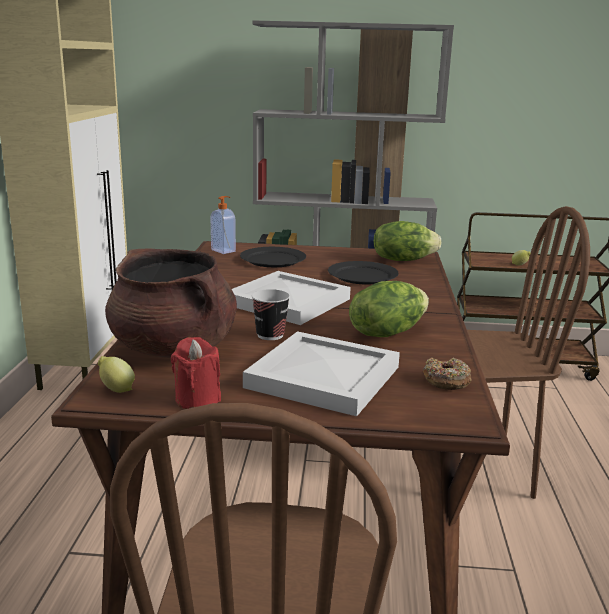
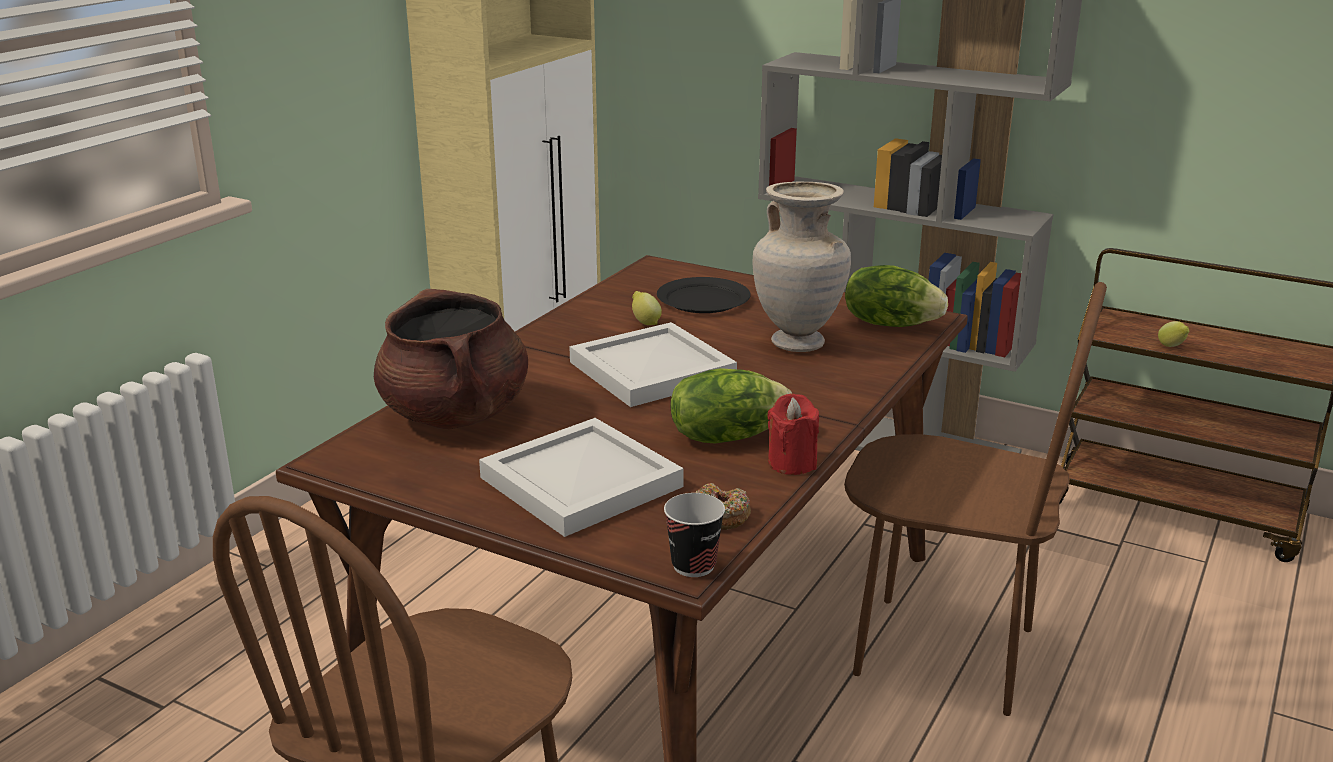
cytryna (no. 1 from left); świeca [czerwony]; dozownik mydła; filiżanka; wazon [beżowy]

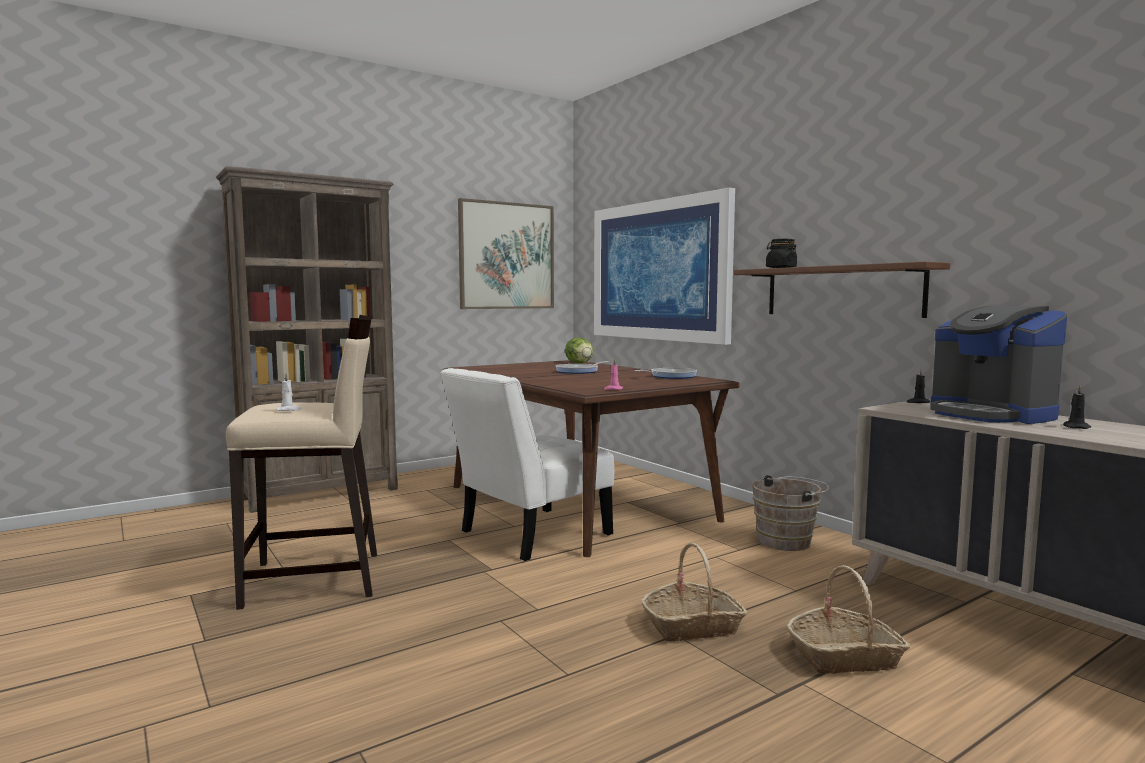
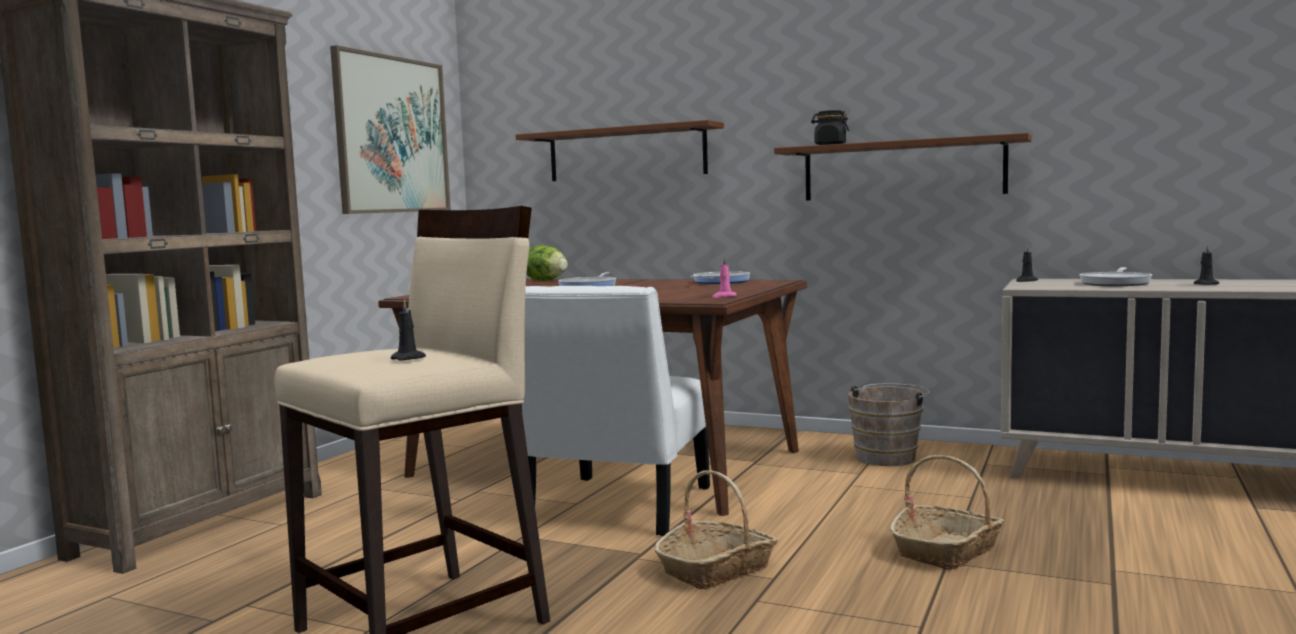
świeca [czarny] (no. 1 from left); półka [brązowy] (no. 1 from left); koszyk (no. 1 from left); patelnia (no. 3 from left)

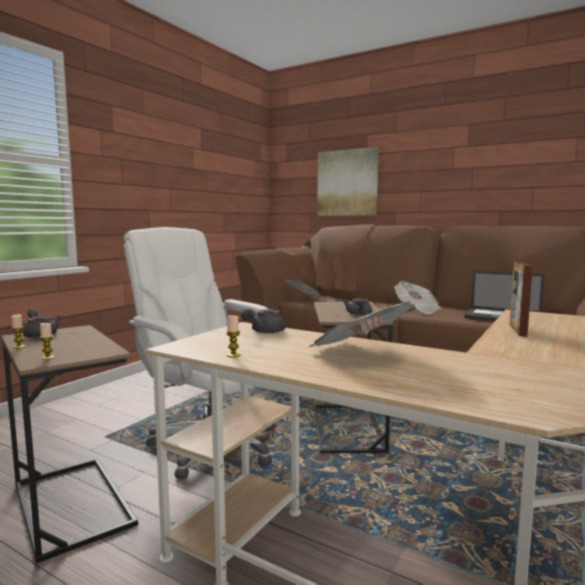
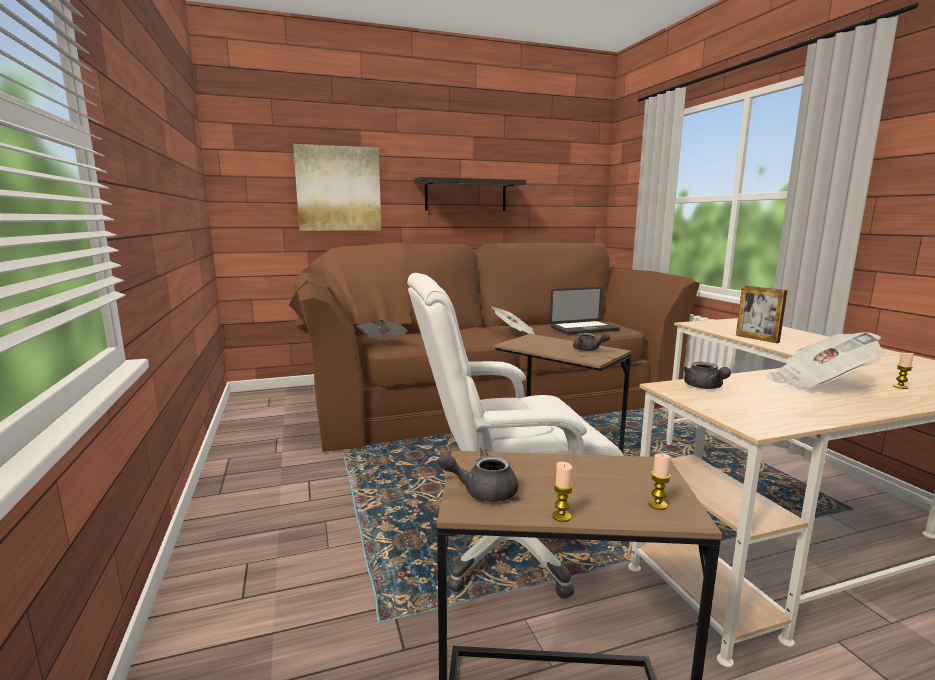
świeca (no. 3 from left); półka

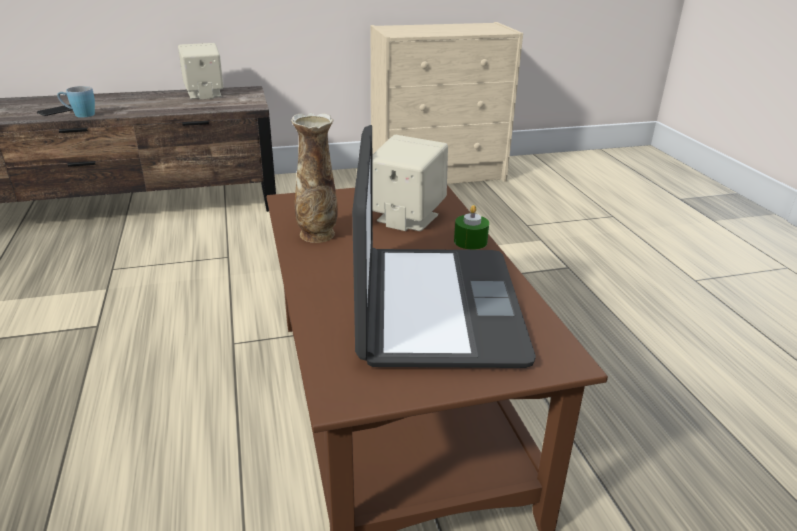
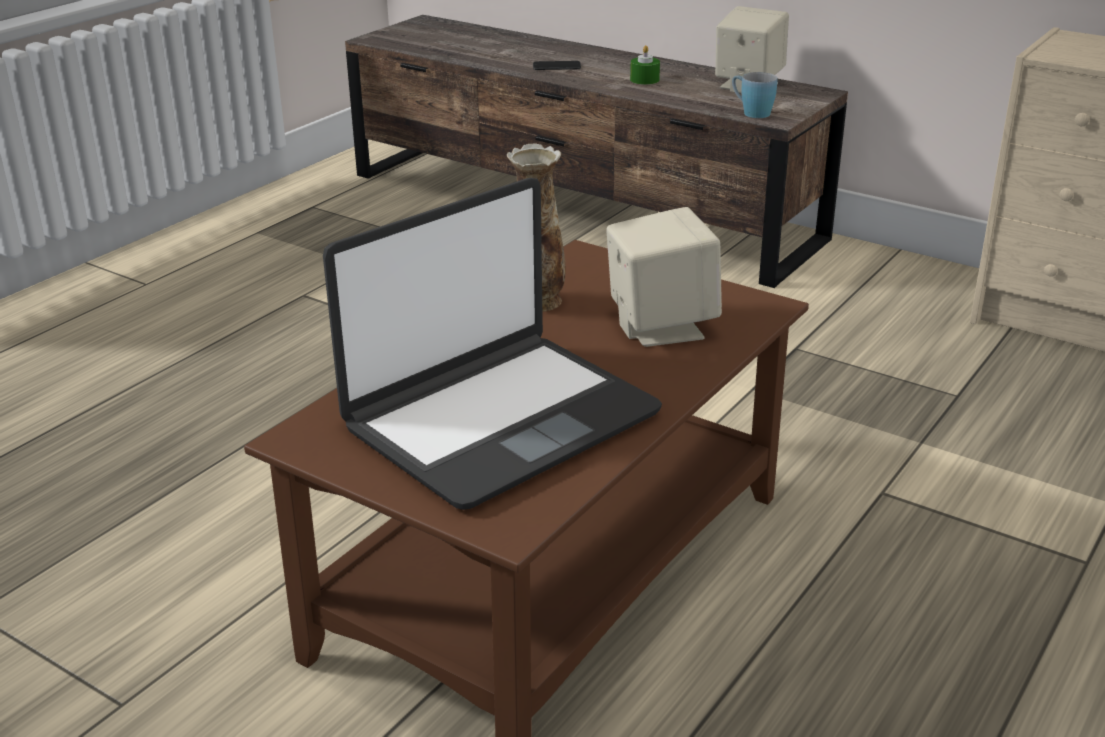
kubek [niebieski]; świeca [zielony]

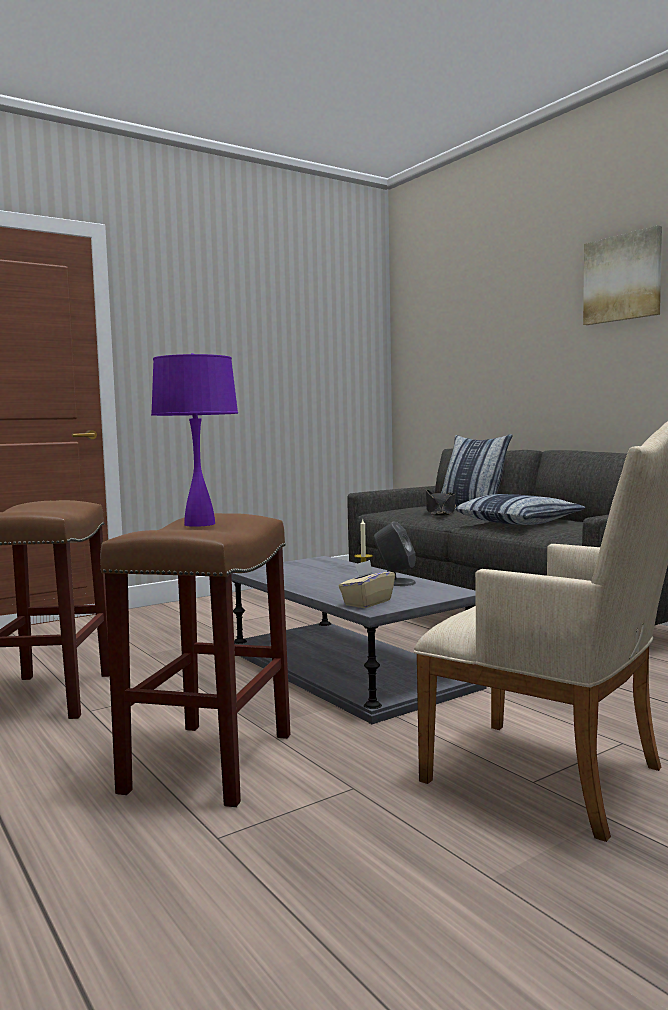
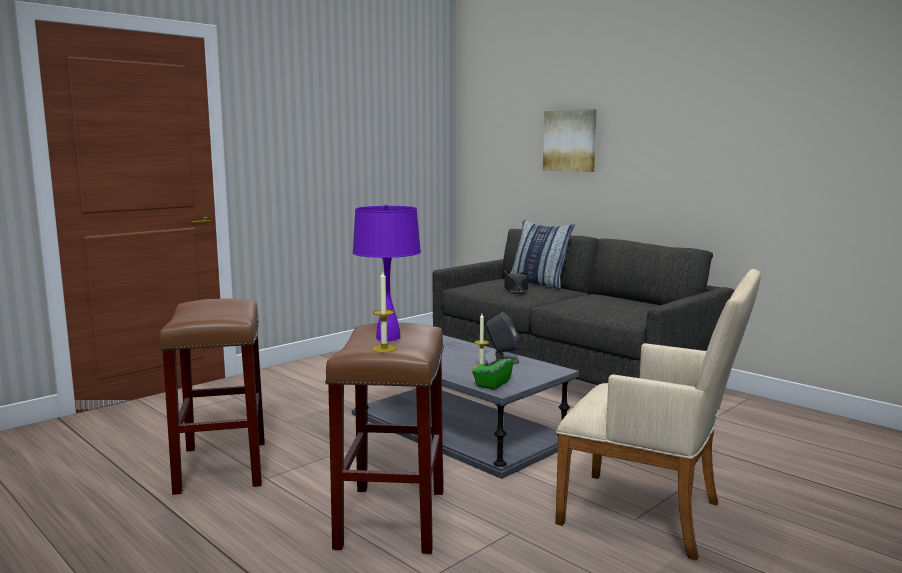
pudełko chusteczek [zielony]; poduszka (no. 2 from left in the first image); obraz; świeca (no. 1 from left)

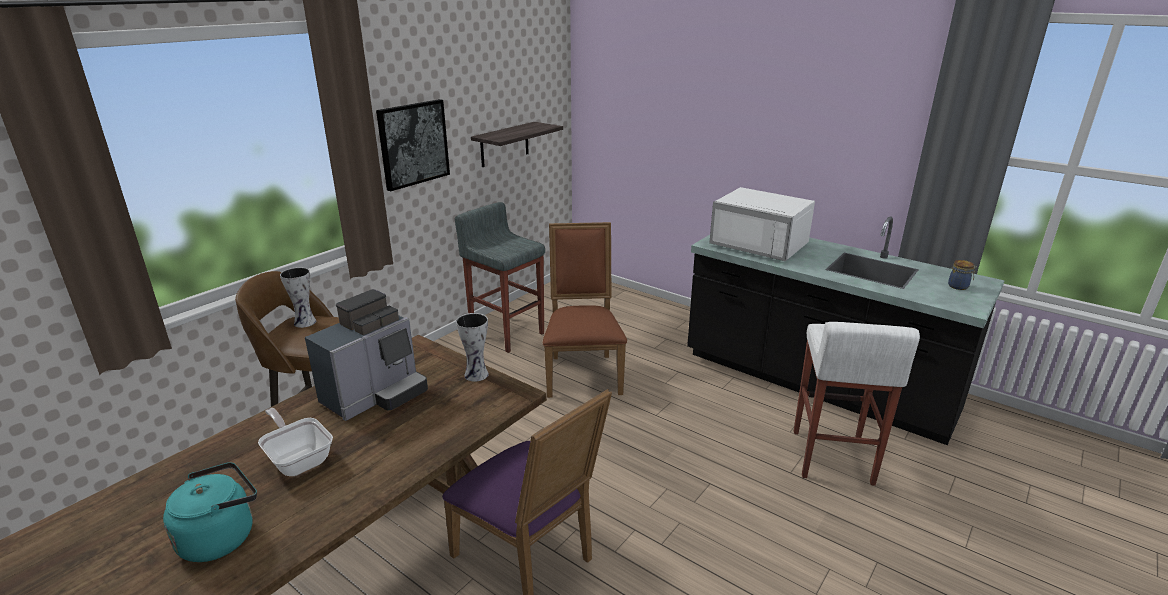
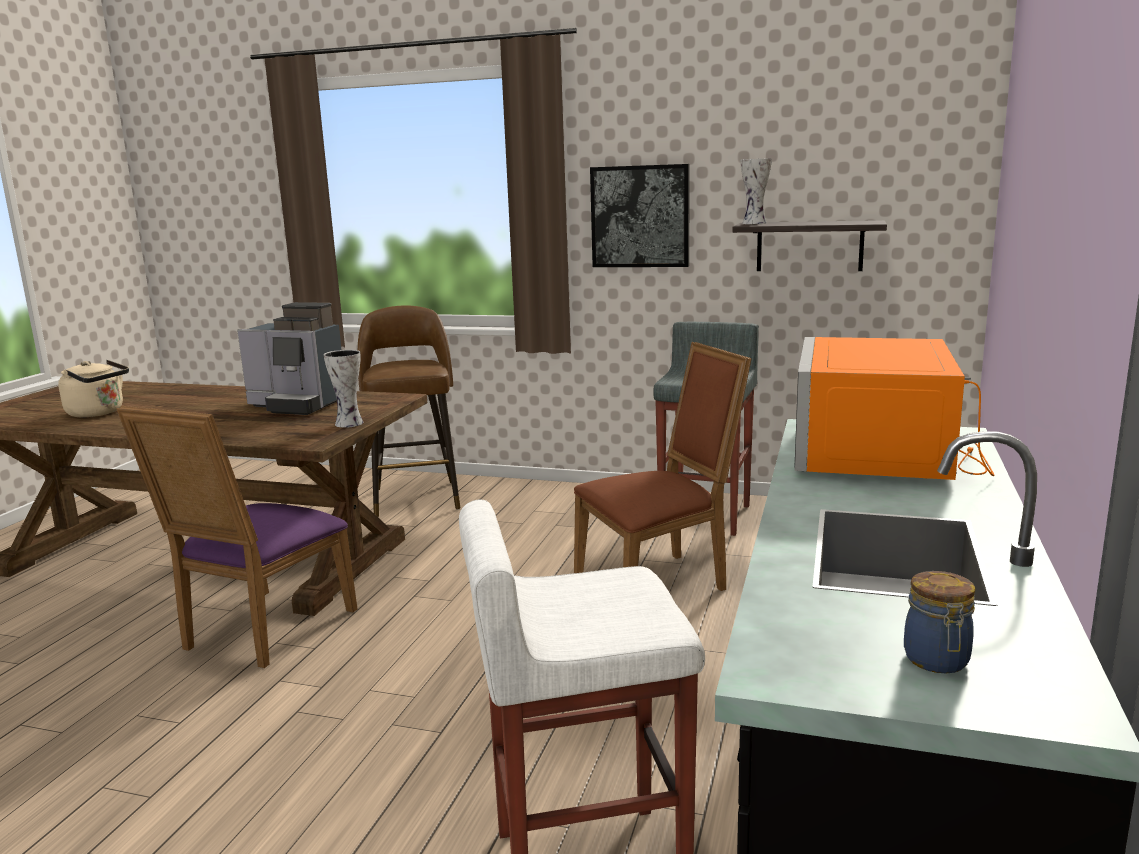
czajnik [beżowy]; patelnia; wazon (no. 2 from left); mikrofalówka [pomarańczowy]

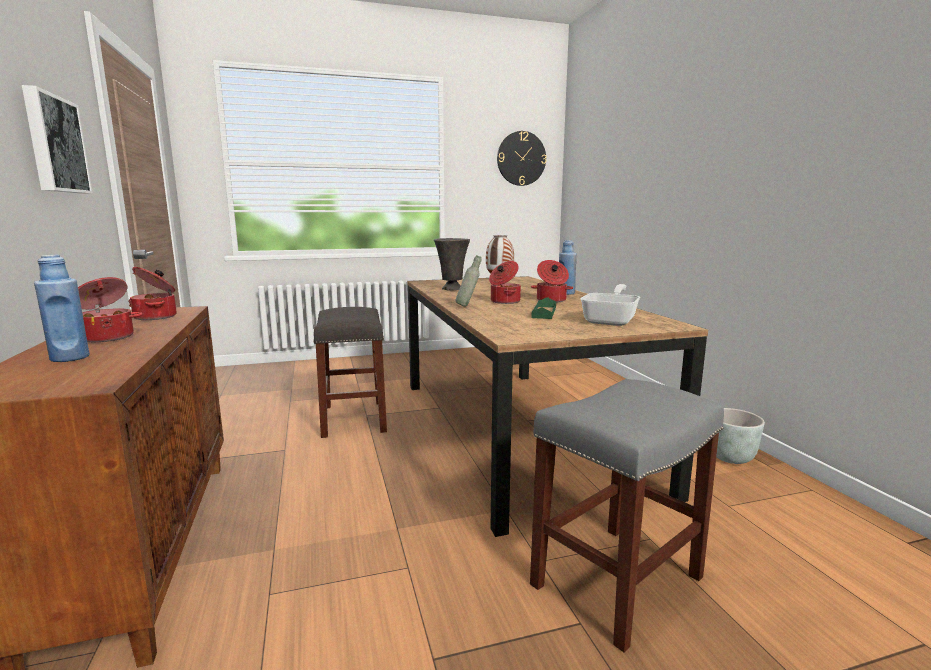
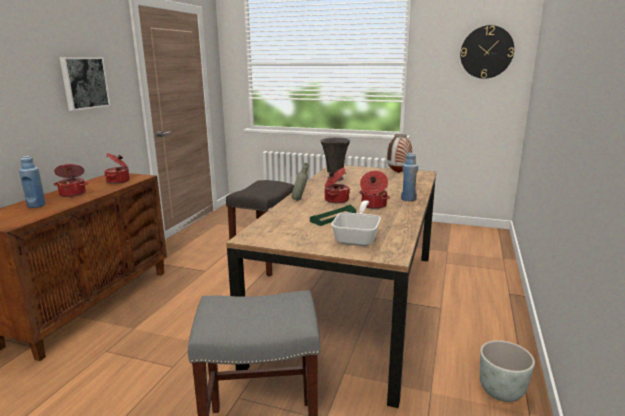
patelnia

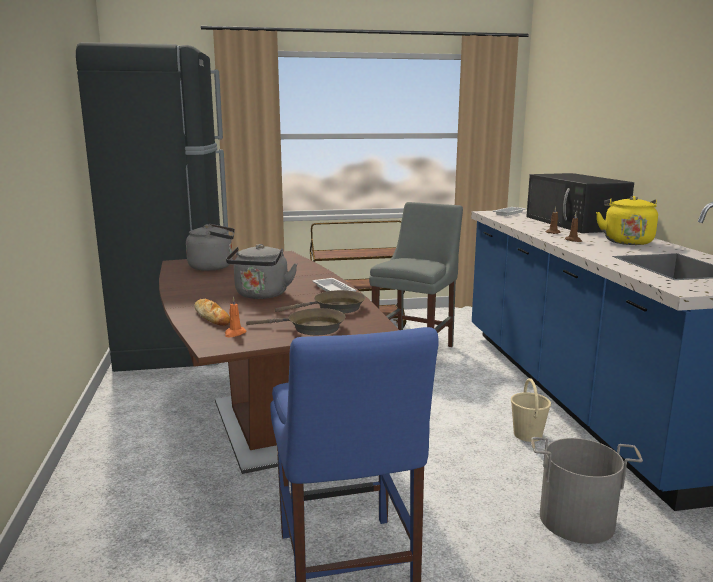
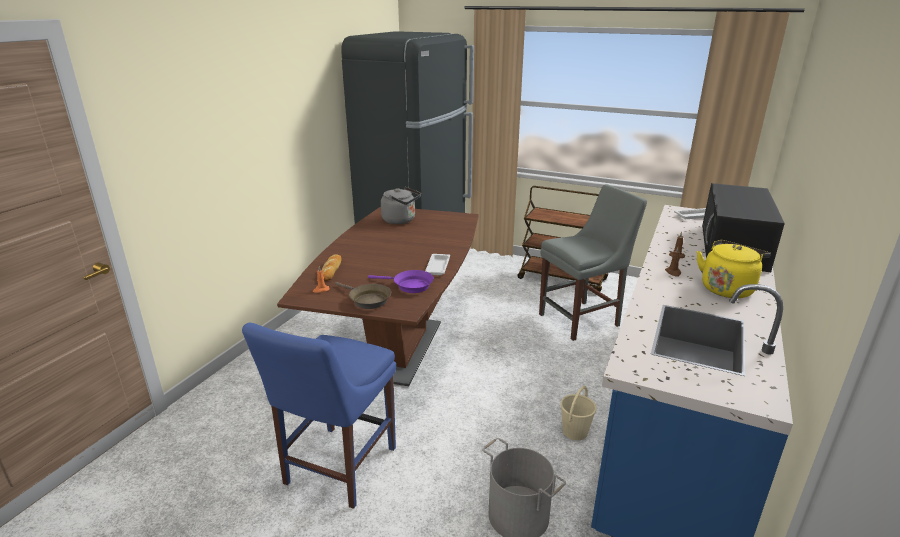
czajnik [szary] (no. 2 from left in the first image); patelnia [fioletowy]

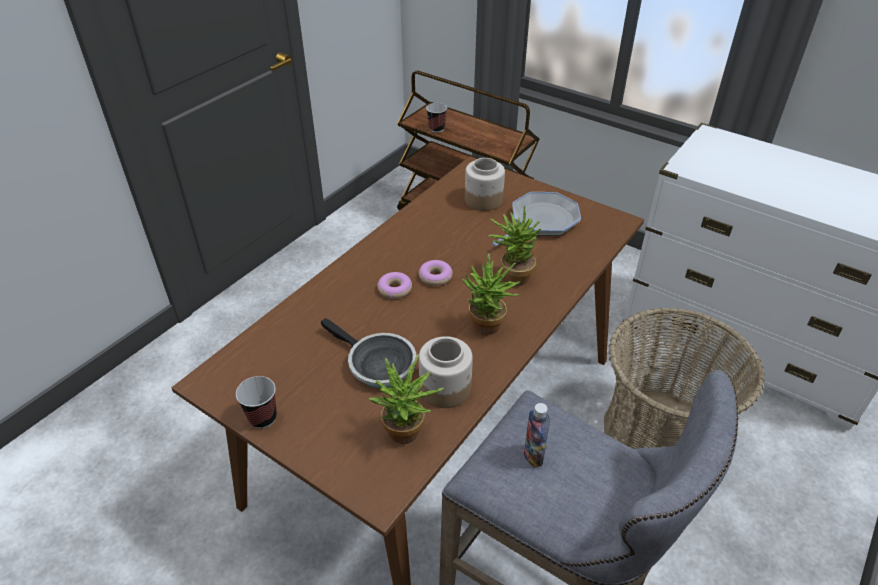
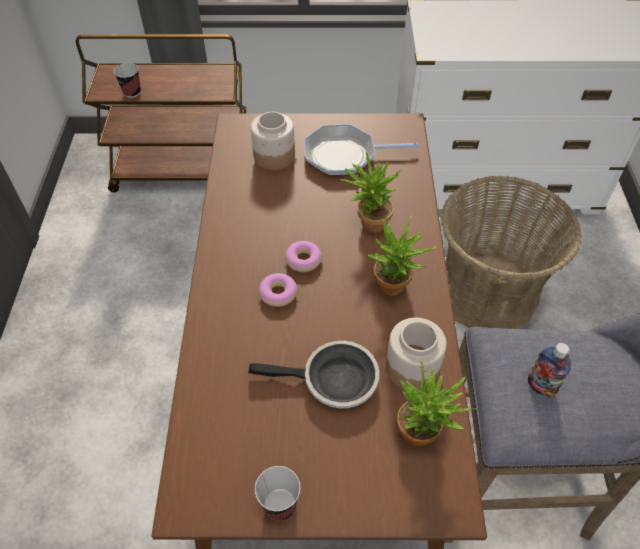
patelnia (no. 2 from left)

